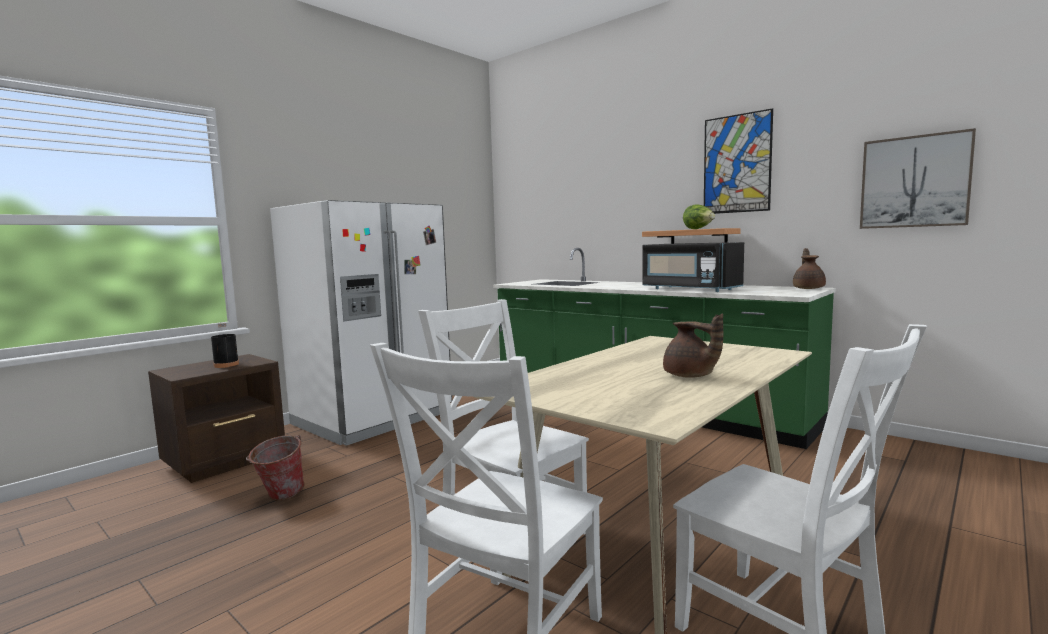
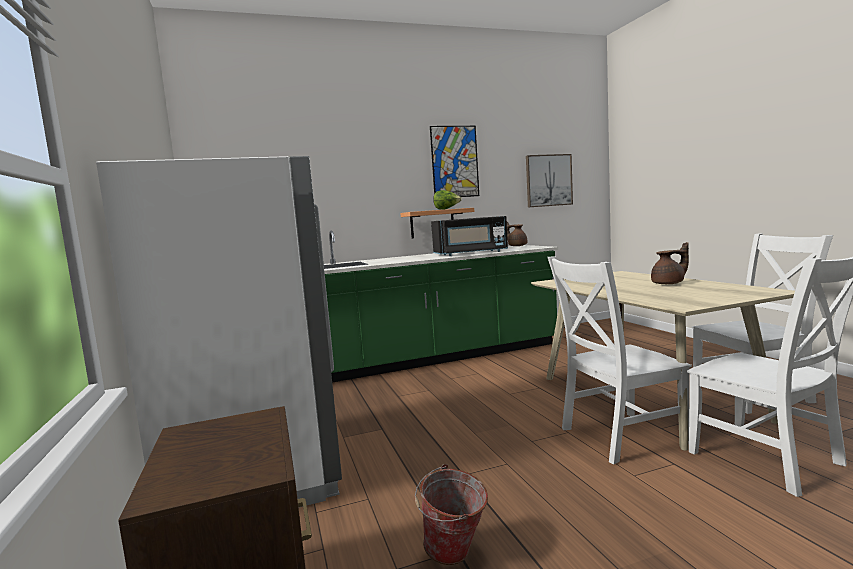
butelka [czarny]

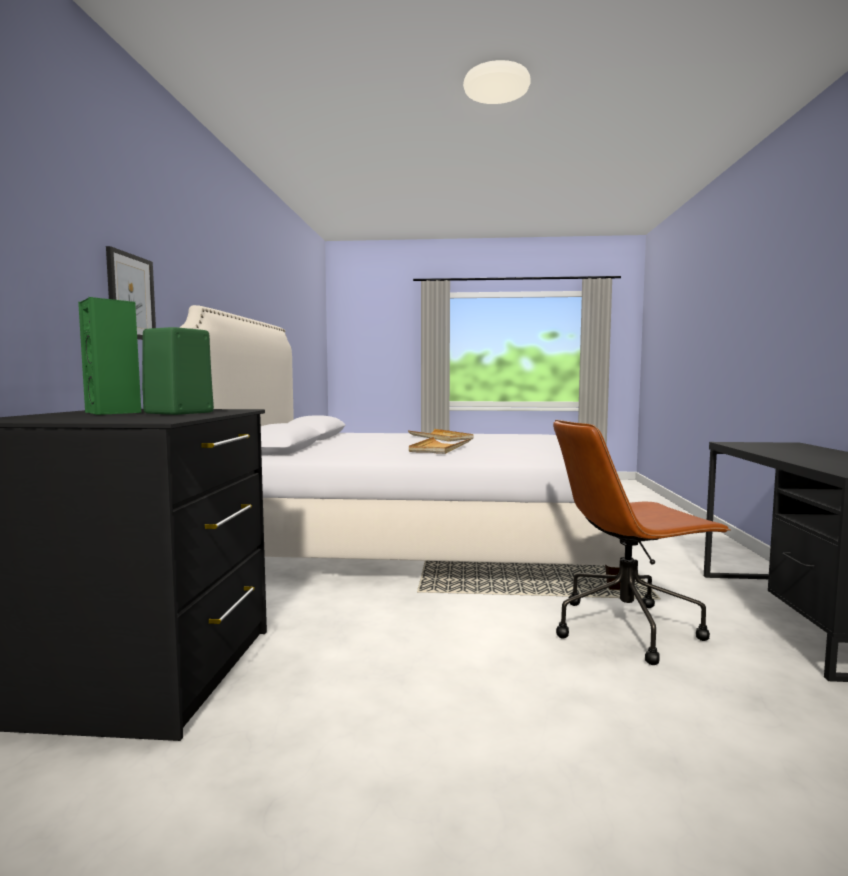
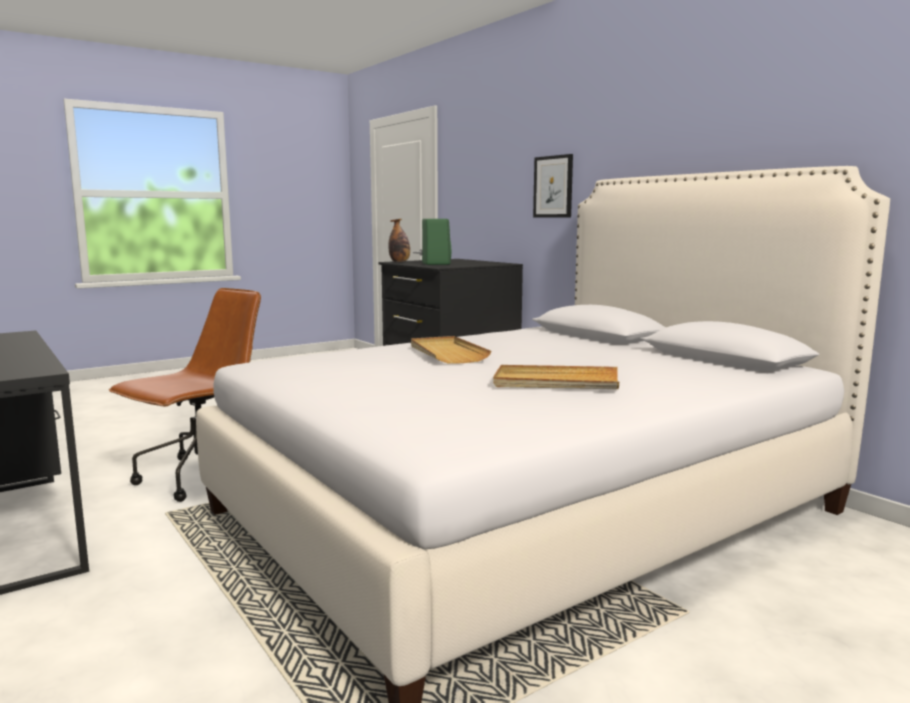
głośnik [zielony] (no. 1 from left in the first image); butelka

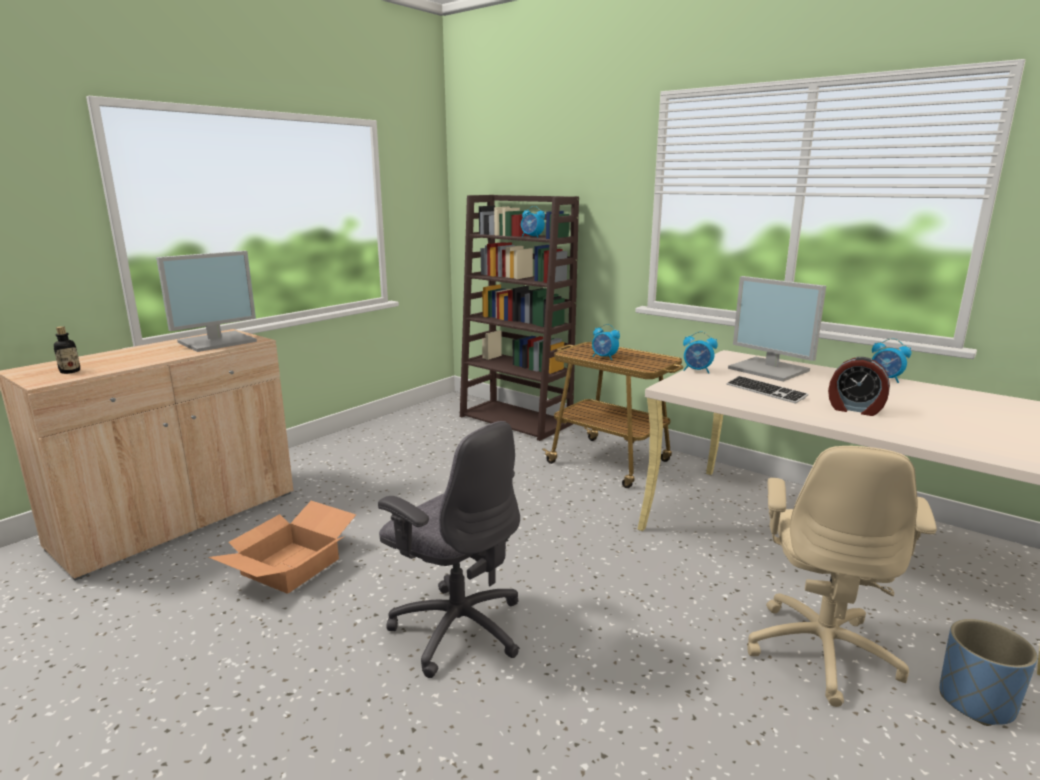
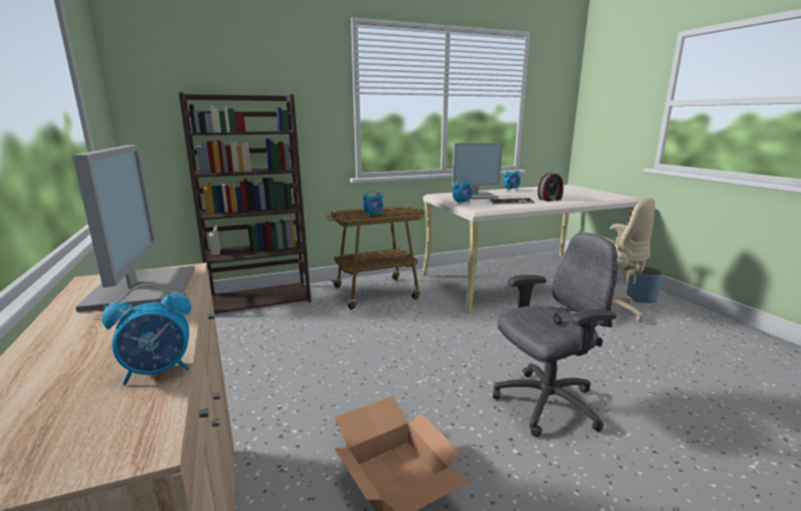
butelka; budzik (no. 1 from left)

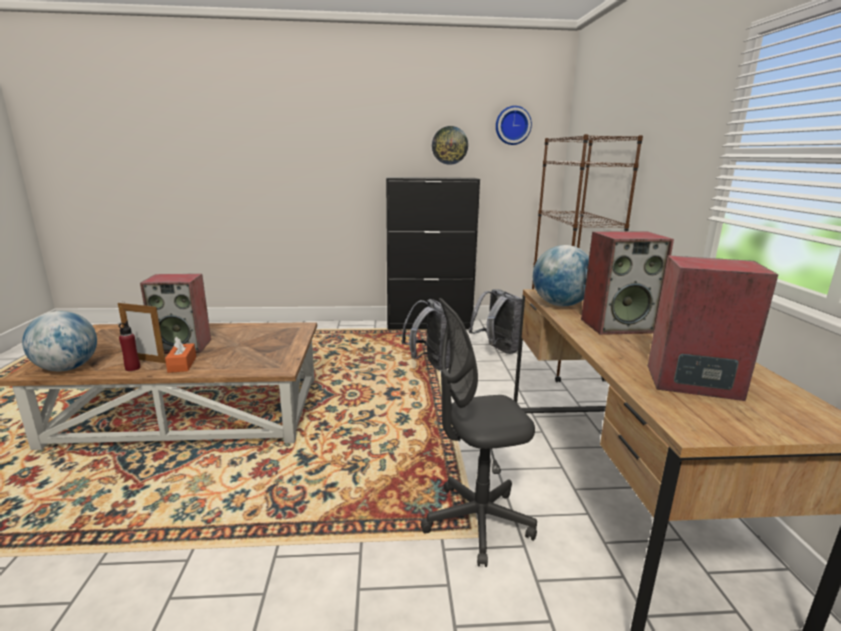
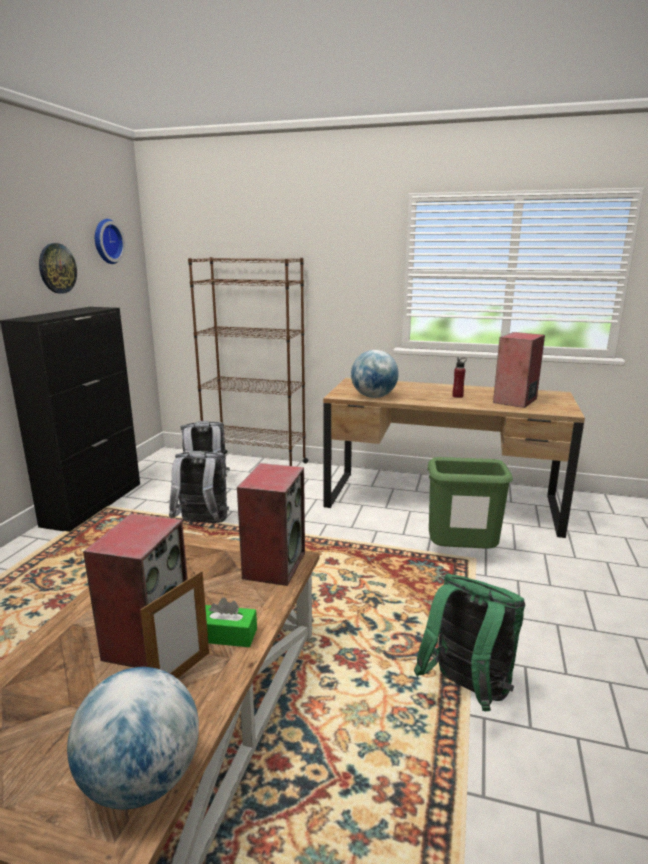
butelka [czerwony]; pudełko chusteczek [zielony]; kosz na śmieci [zielony]; głośnik (no. 2 from left); plecak [zielony]

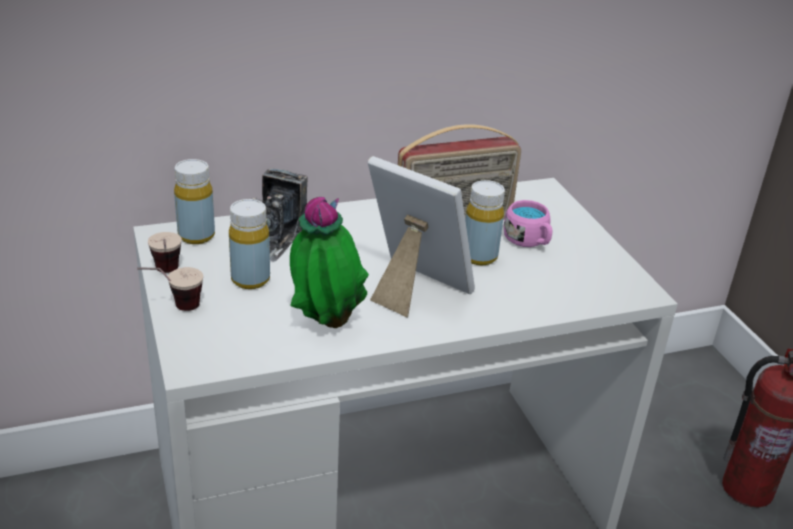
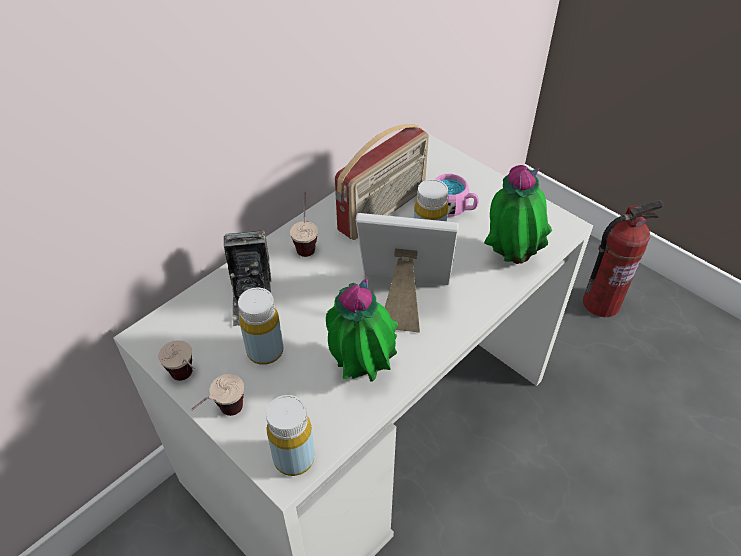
butelka [żółty] (no. 2 from left); filiżanka (no. 3 from left); roślina doniczkowa (no. 2 from left)

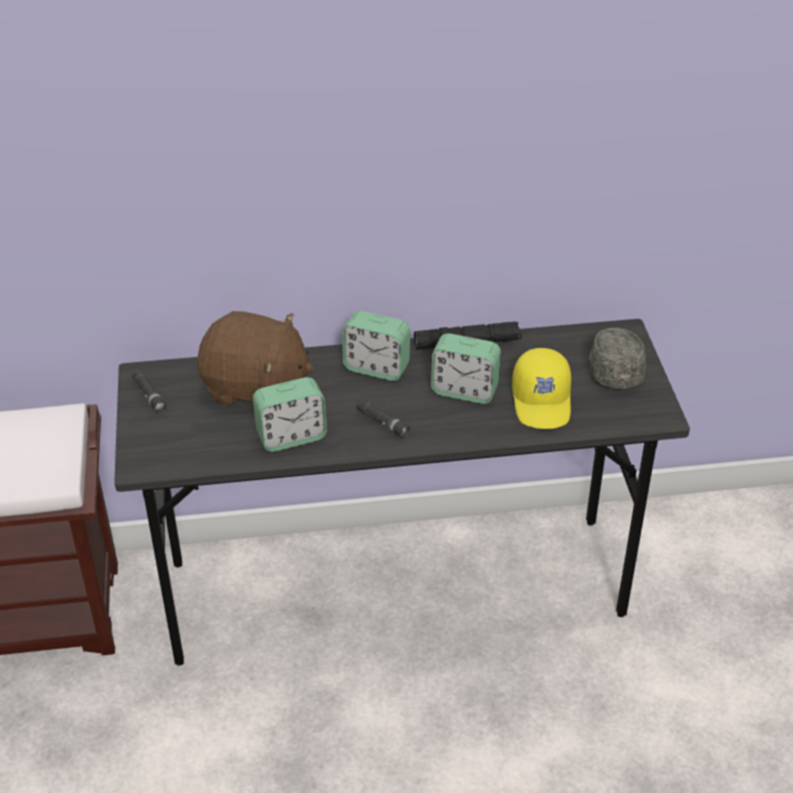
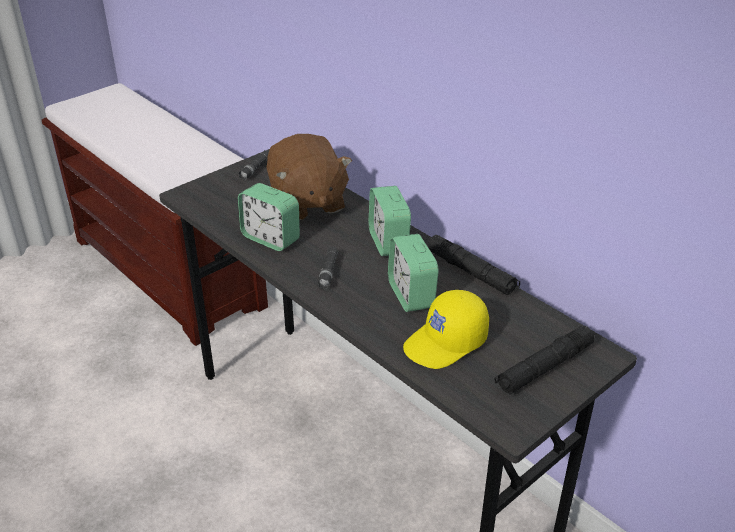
latarka [czarny] (no. 4 from left)

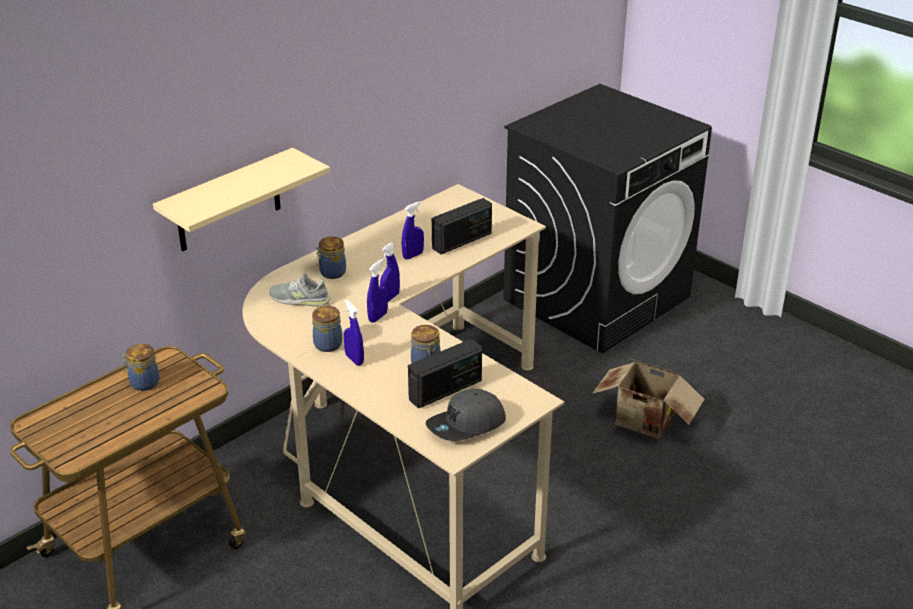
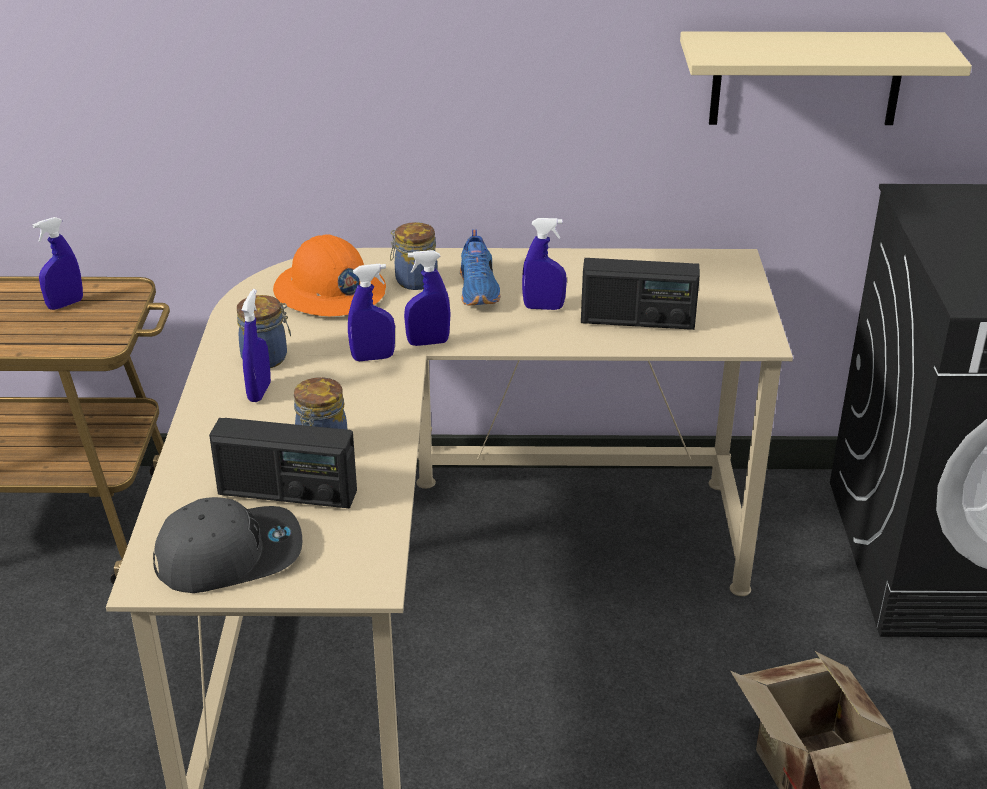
spryskiwacz [niebieski] (no. 1 from left); półka [beżowy]; kask [pomarańczowy]; czapka z daszkiem [szary]; but [niebieski]

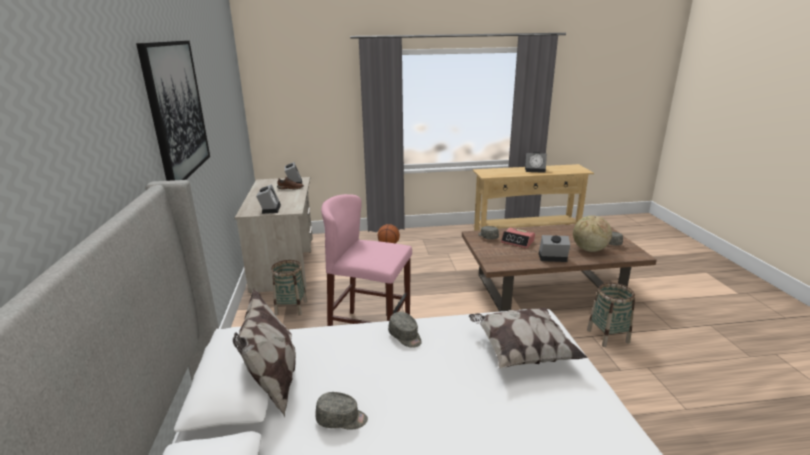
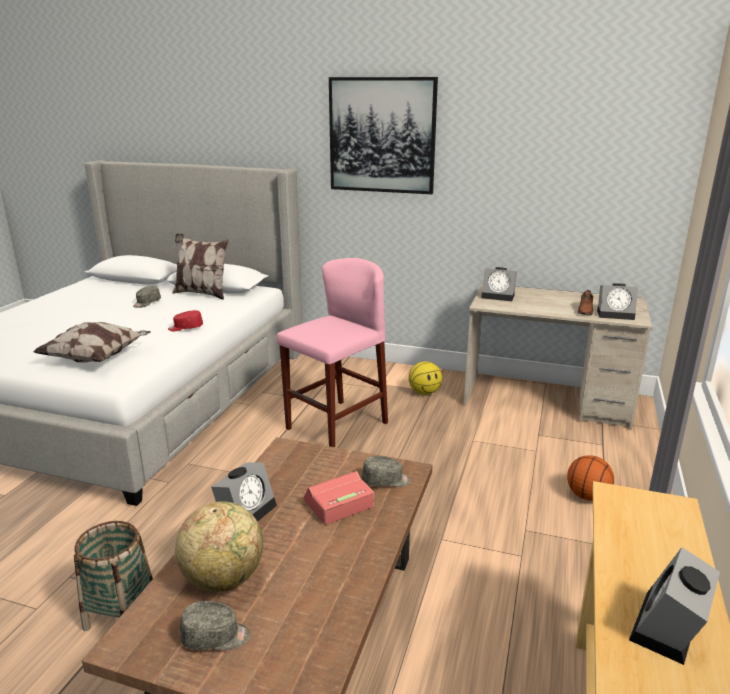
piłka do koszykówki (no. 1 from left); czapka z daszkiem [czerwony]

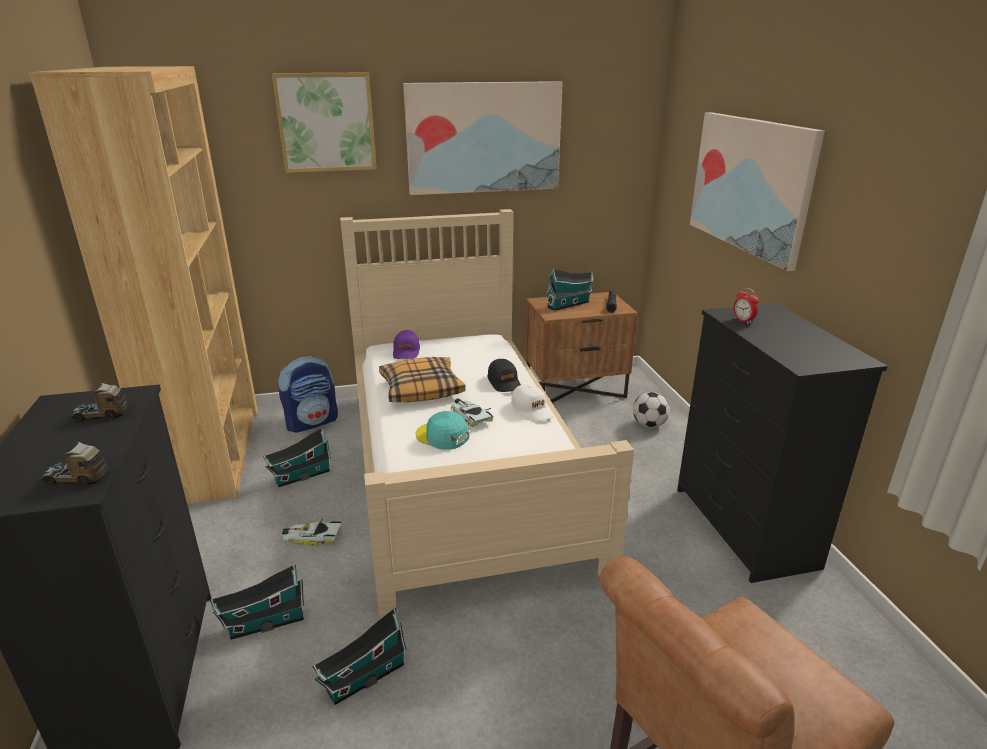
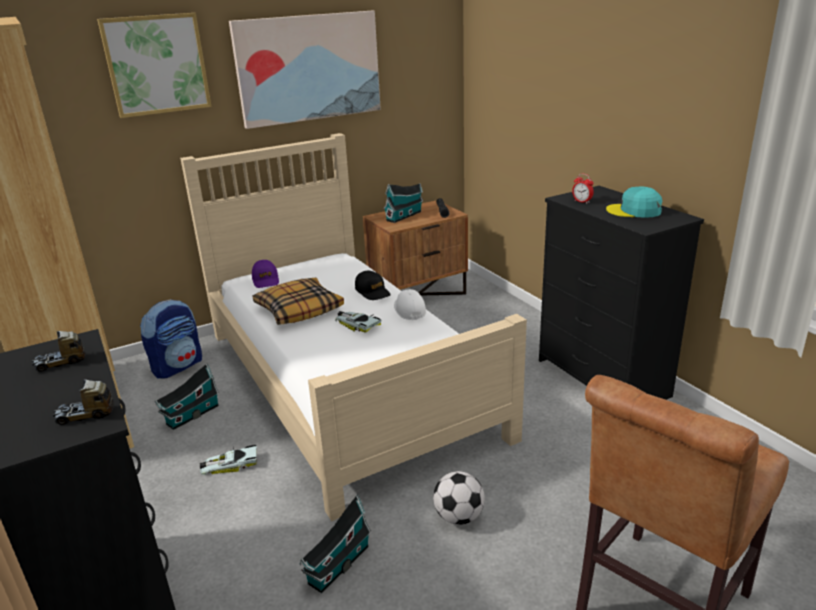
domek (no. 1 from left in the first image); czapka z daszkiem [turkusowy]; czapka z daszkiem [biały]; piłka futbolowa; obraz (no. 3 from left in the first image)

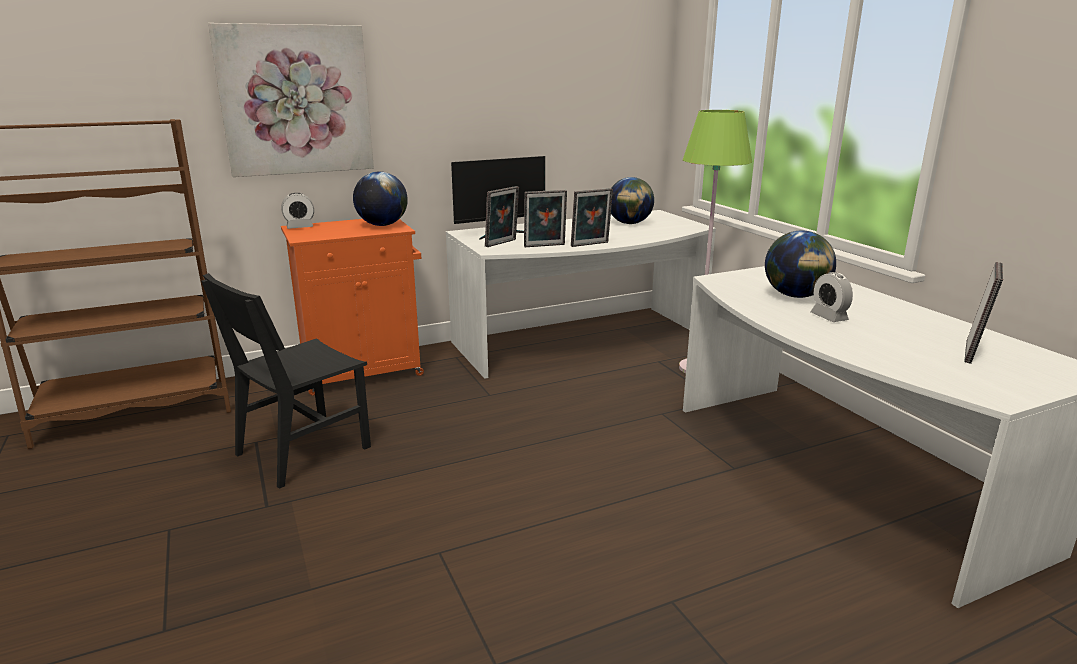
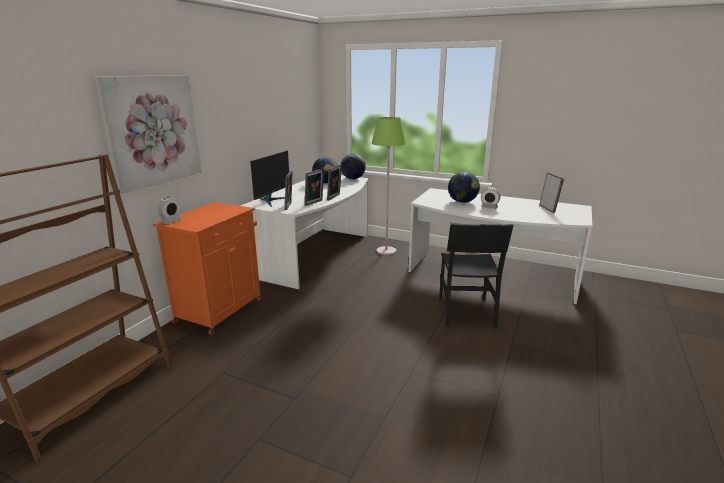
krzesło [czarny]; globus (no. 2 from left)

